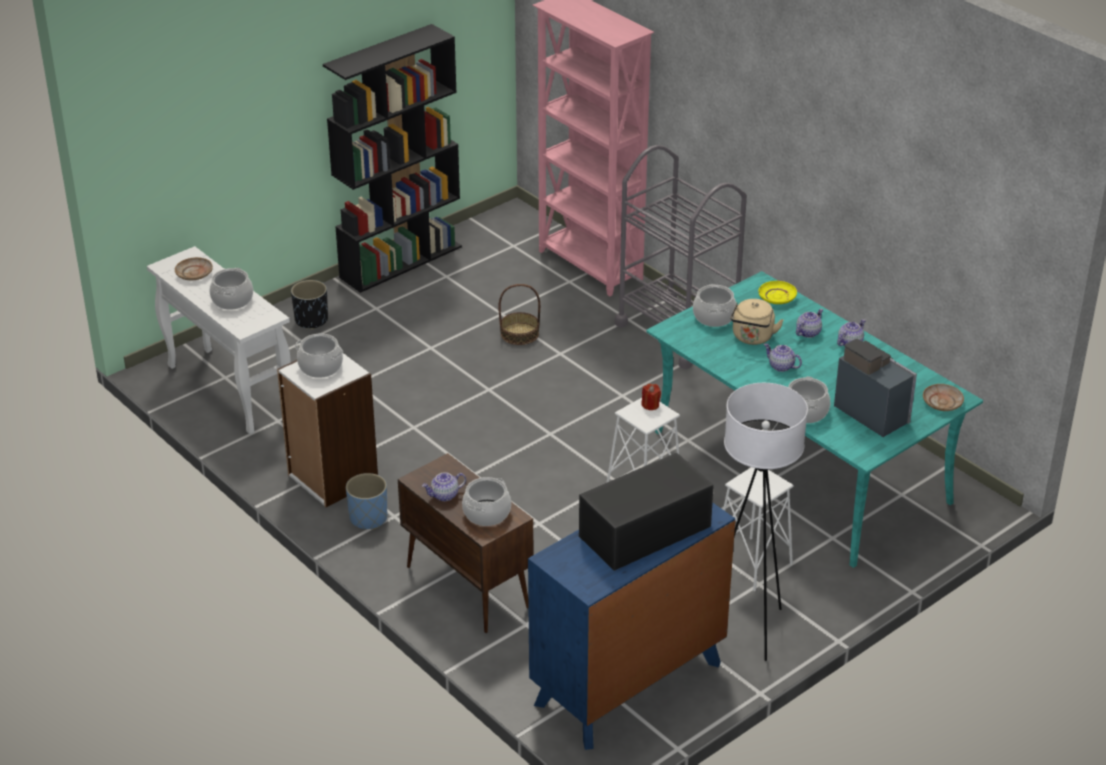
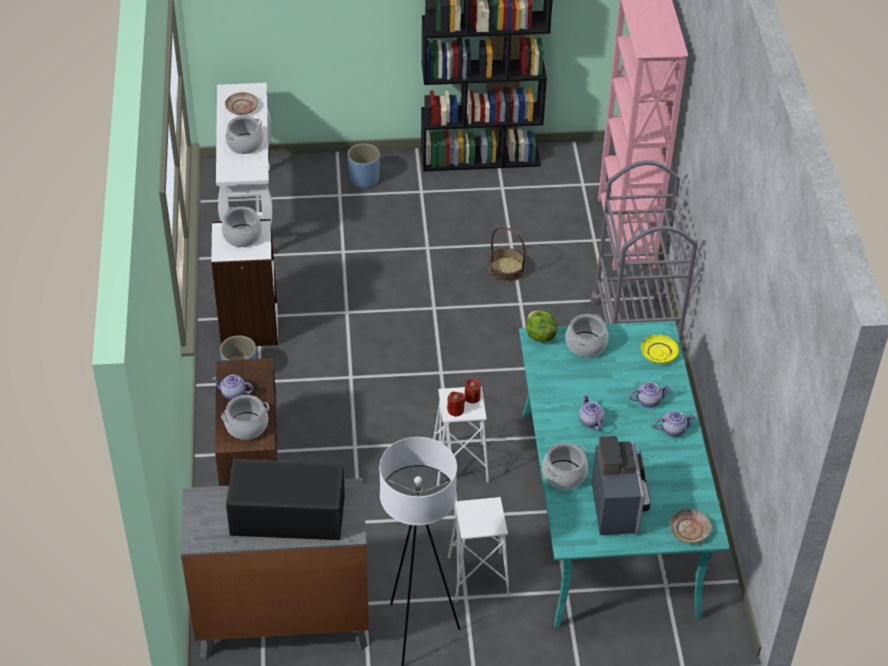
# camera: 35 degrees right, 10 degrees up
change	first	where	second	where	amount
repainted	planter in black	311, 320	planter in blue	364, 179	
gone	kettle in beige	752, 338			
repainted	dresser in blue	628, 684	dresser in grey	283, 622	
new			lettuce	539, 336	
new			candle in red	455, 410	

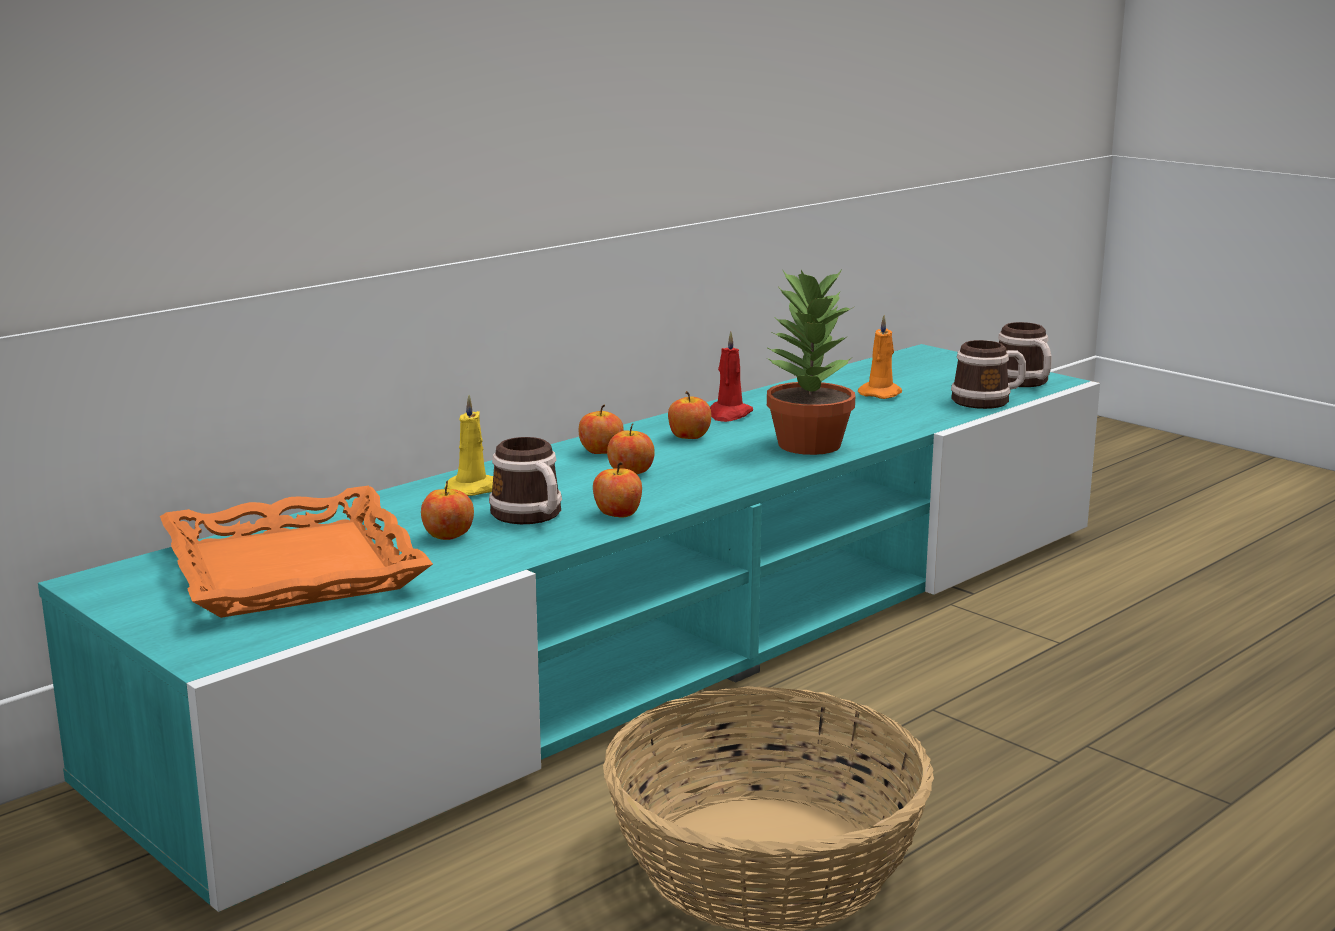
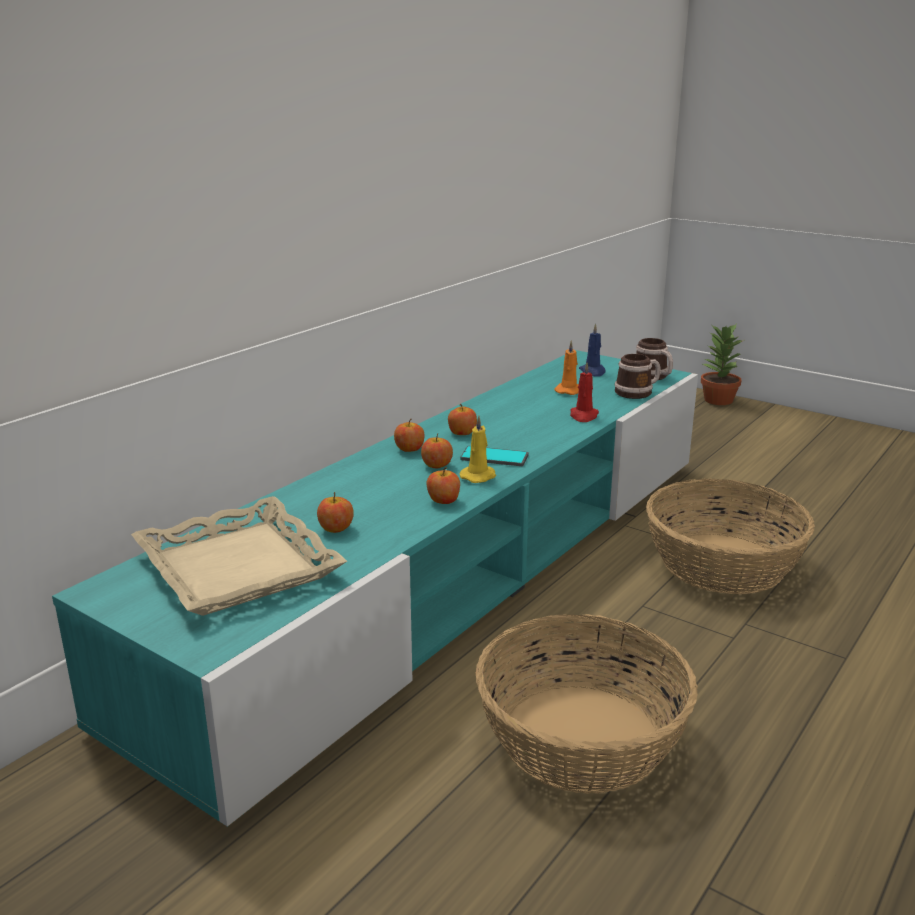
# camera: 10 degrees left, 5 degrees up
change	first	where	second	where	amount
shifted	potted plant	807, 445		717, 400	
shifted	candle in red	728, 415		583, 416	
shifted	candle in yellow	475, 489		479, 476	
gone	mug	531, 516			
repainted	tray in orange	296, 569	tray in beige	240, 567	
new			candle in blue	593, 372	
new			phone	494, 457	
new			basket	721, 563	

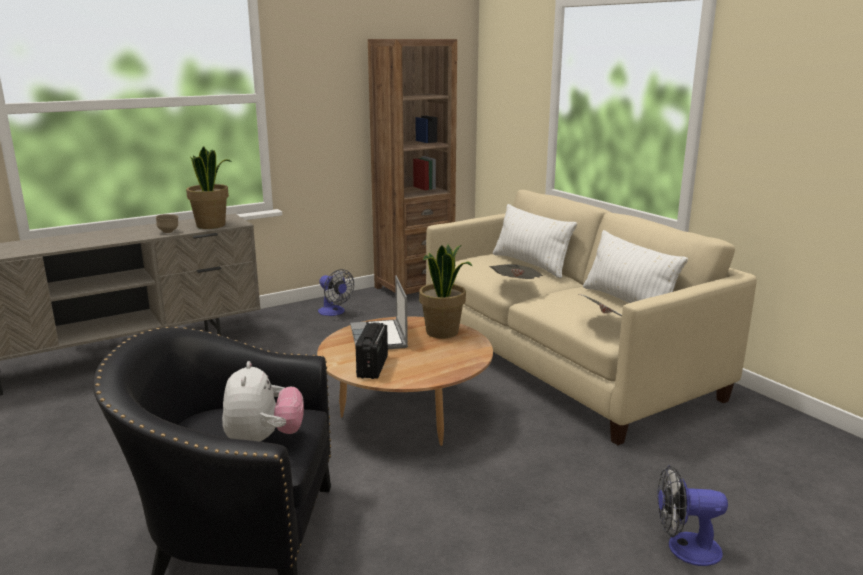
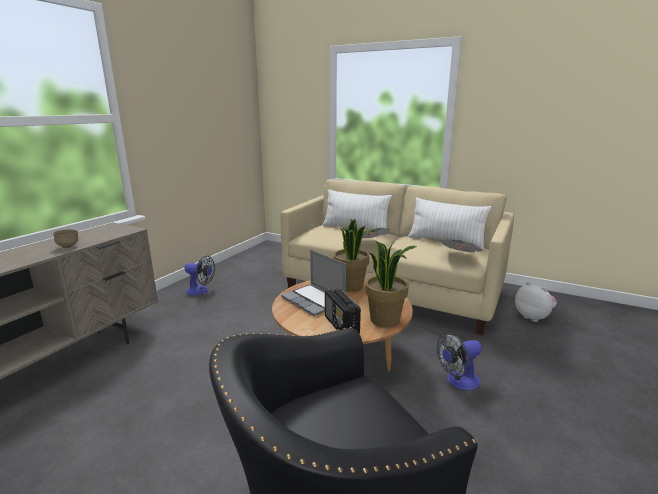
# camera: 30 degrees left, 0 degrees up
change	first	where	second	where	amount
gone	bookcase in brown	414, 289			
shifted	potted plant	211, 225		385, 320	
shifted	plush toy	264, 440		533, 317	
shifted	fan	684, 548		458, 381	

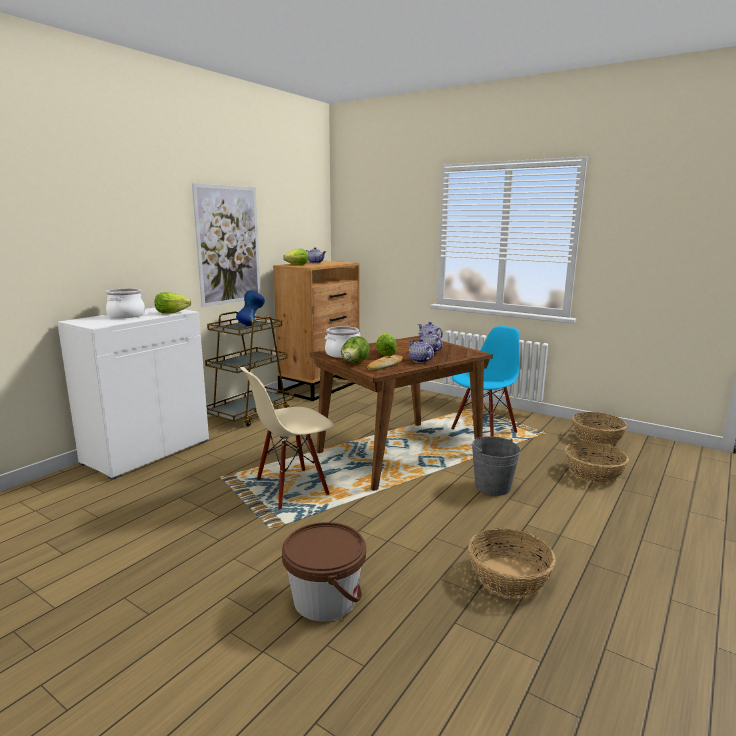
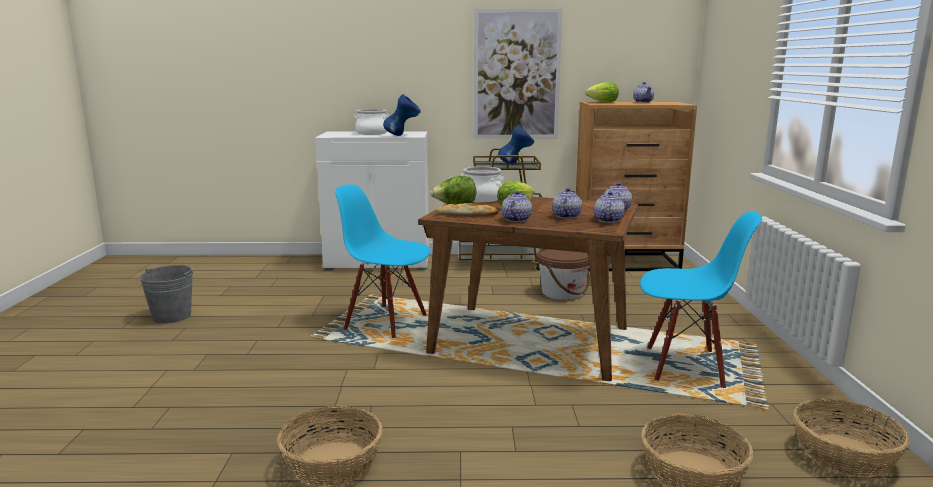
# camera: 55 degrees right, 0 degrees up
change	first	where	second	where	amount
swapped	lettuce	171, 313	vase in blue	402, 135	
repainted	chair in beige	291, 488	chair in blue	386, 322	
shifted	bucket in grey	492, 487		172, 316	
shifted	bucket in brown	325, 599		562, 293	
new			teapot	608, 220	

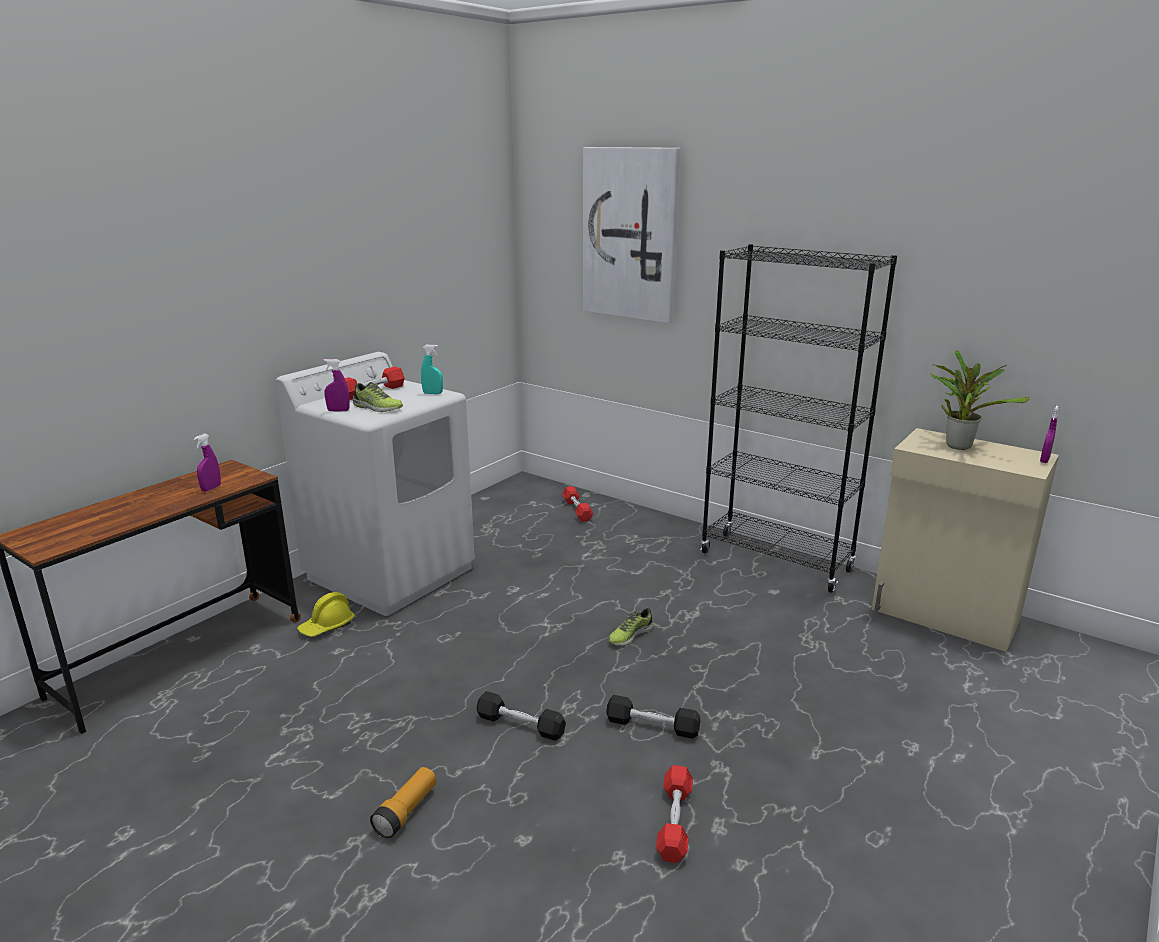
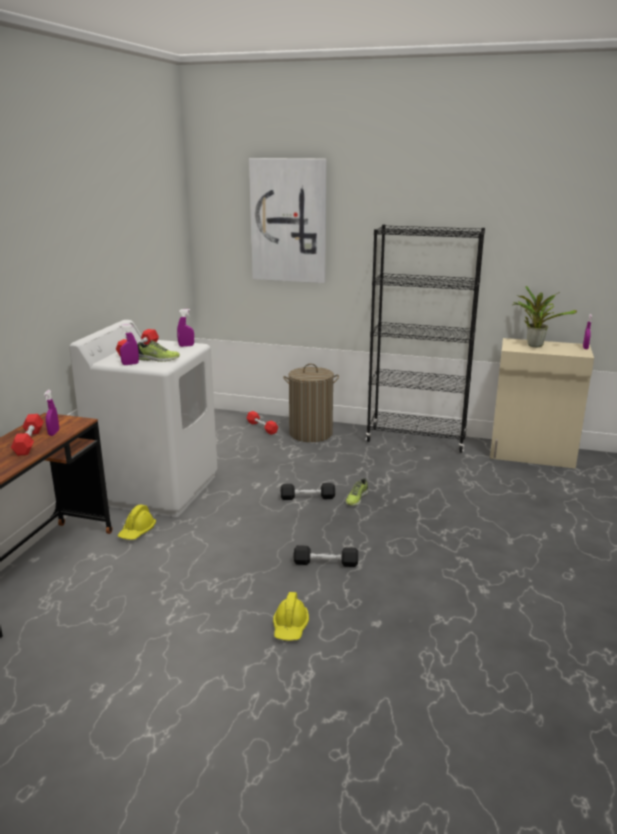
# camera: 20 degrees left, 0 degrees up
change	first	where	second	where	amount
repainted	spray bottle in turquoise	432, 393	spray bottle in purple	186, 346	
shifted	dumbbell in black	652, 726		307, 497	
shifted	dumbbell in red	674, 822		29, 442	
swapped	flashlight	406, 811	hard hat in yellow	290, 626	
new			laundry basket	311, 433	

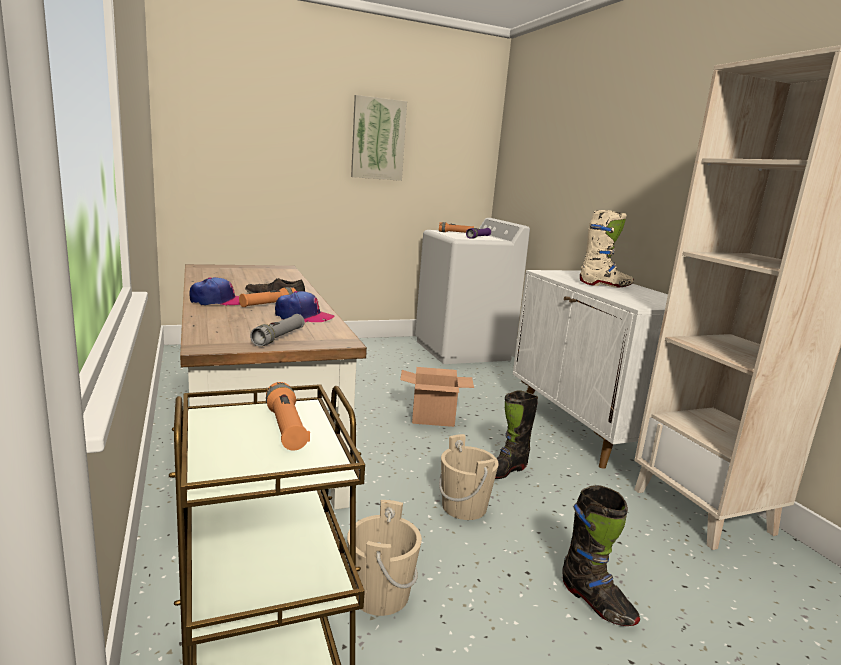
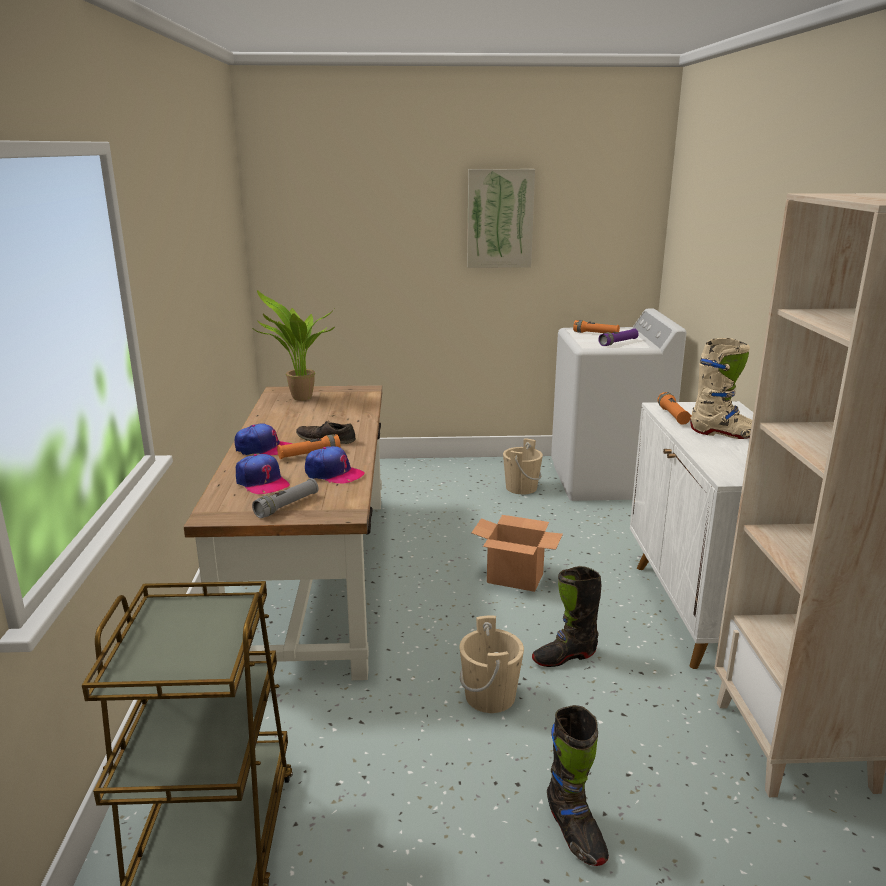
# camera: 20 degrees right, 5 degrees up
change	first	where	second	where	amount
shifted	flashlight in orange	286, 428		673, 416	
shifted	bucket in beige	380, 594		521, 488	
new			potted plant	299, 399	
new			cap	262, 482	

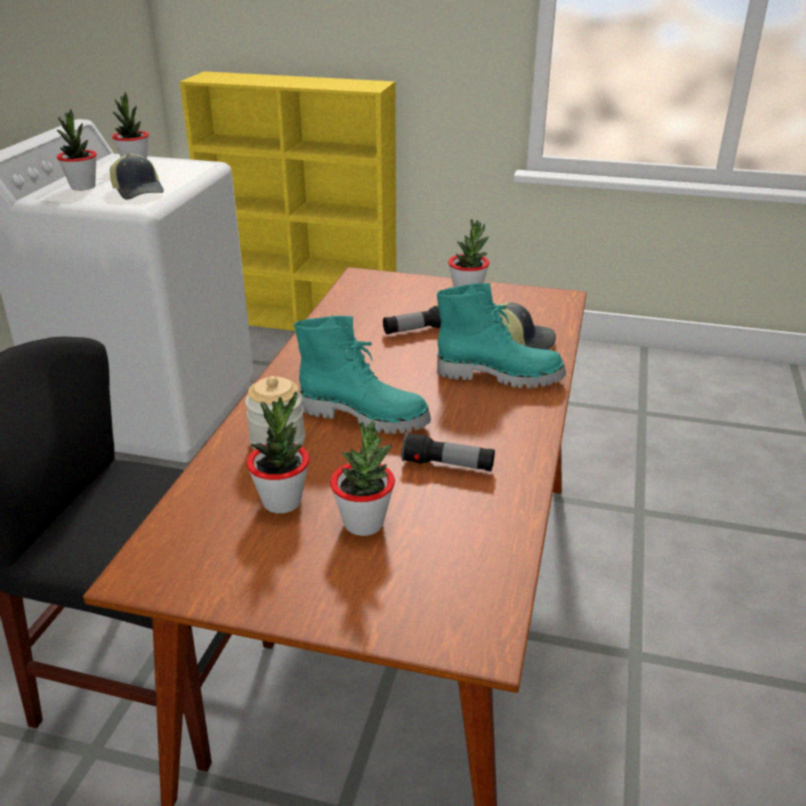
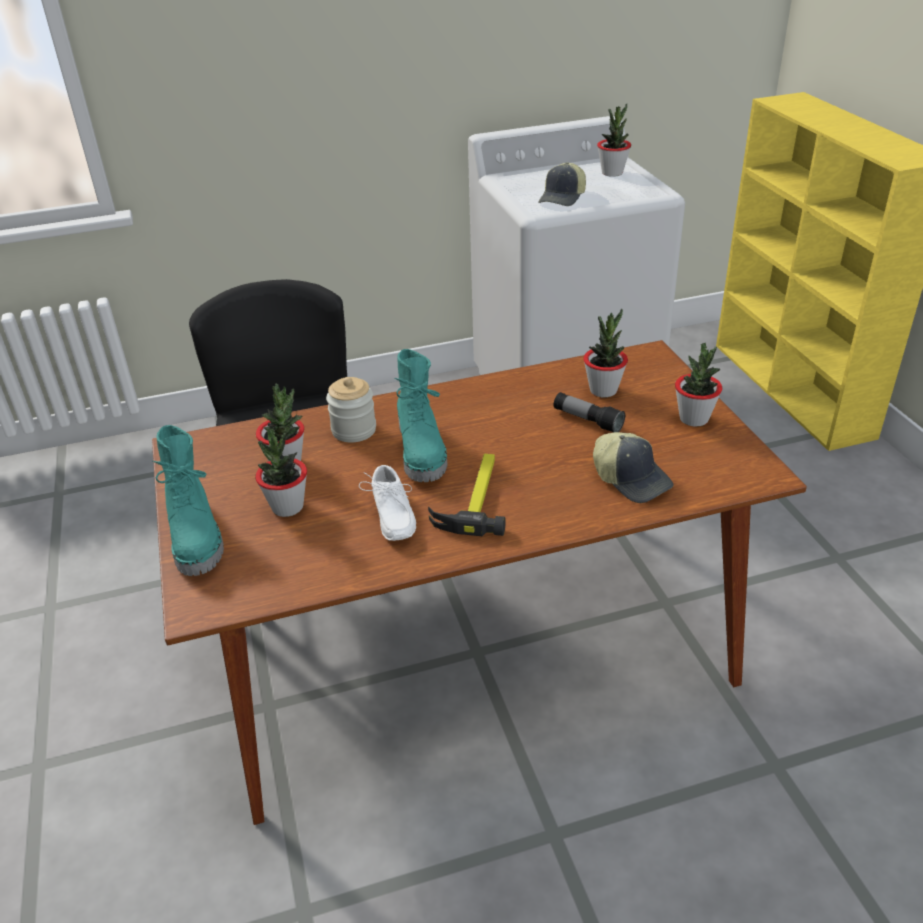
# camera: 60 degrees right, 5 degrees up
change	first	where	second	where	amount
shifted	potted plant	83, 187		603, 390	
shifted	boot in turquoise	499, 375		197, 537	
swapped	flashlight	447, 465	shoe in white	390, 516	
new			hammer	474, 498	

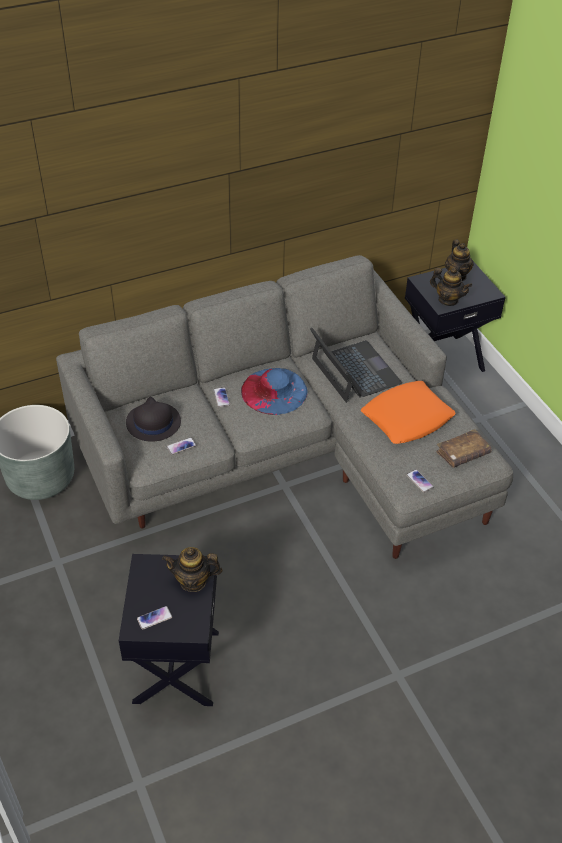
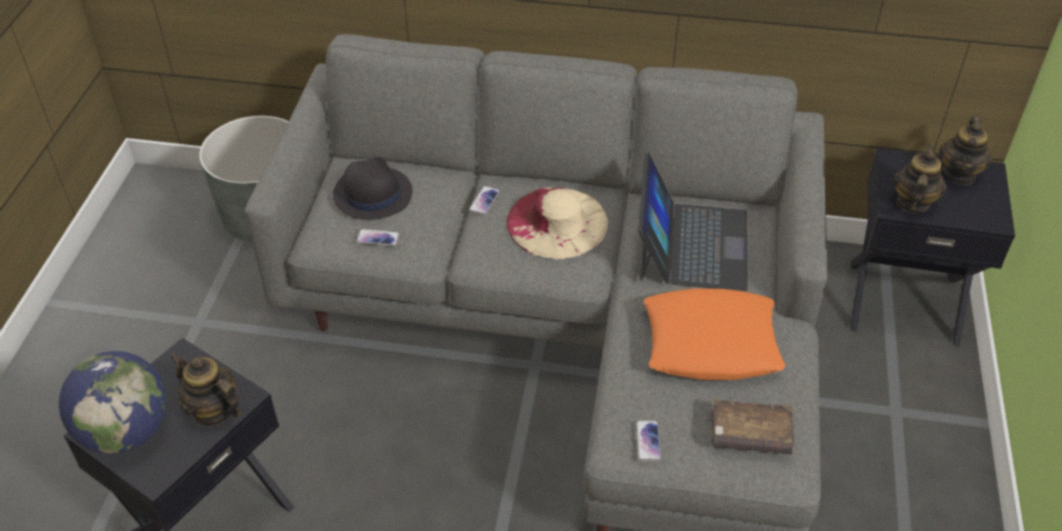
# camera: 35 degrees right, 0 degrees up
change	first	where	second	where	amount
rotated	teapot	448, 300		912, 203	135 degrees counterclockwise
repainted	hat in blue	274, 391	hat in beige	557, 222	
swapped	phone	154, 618	globe	126, 431	

